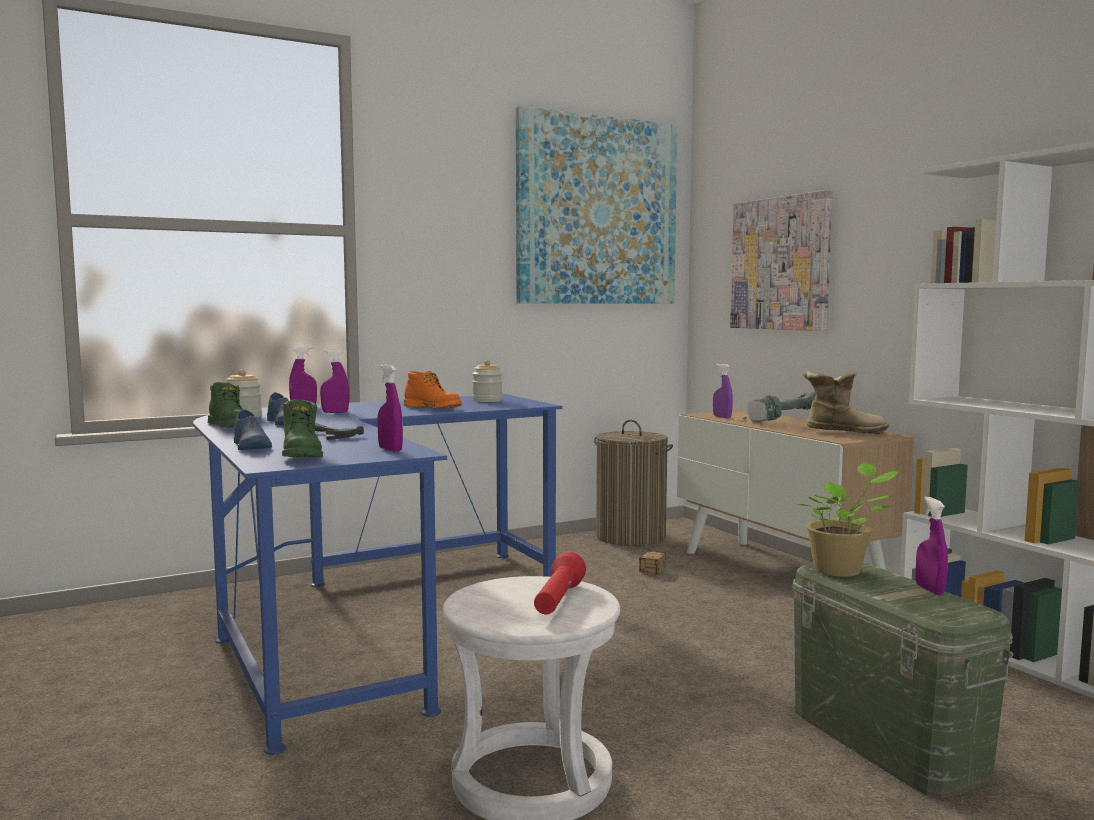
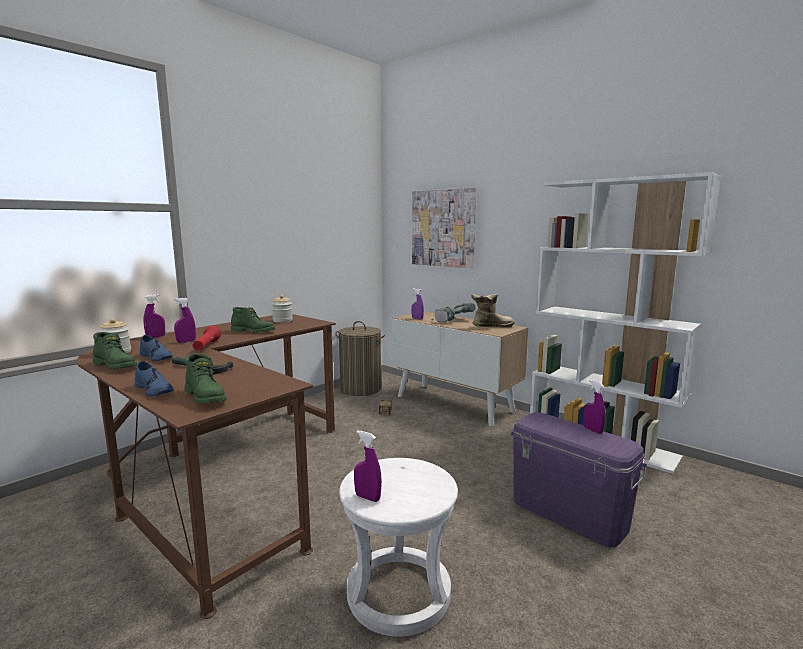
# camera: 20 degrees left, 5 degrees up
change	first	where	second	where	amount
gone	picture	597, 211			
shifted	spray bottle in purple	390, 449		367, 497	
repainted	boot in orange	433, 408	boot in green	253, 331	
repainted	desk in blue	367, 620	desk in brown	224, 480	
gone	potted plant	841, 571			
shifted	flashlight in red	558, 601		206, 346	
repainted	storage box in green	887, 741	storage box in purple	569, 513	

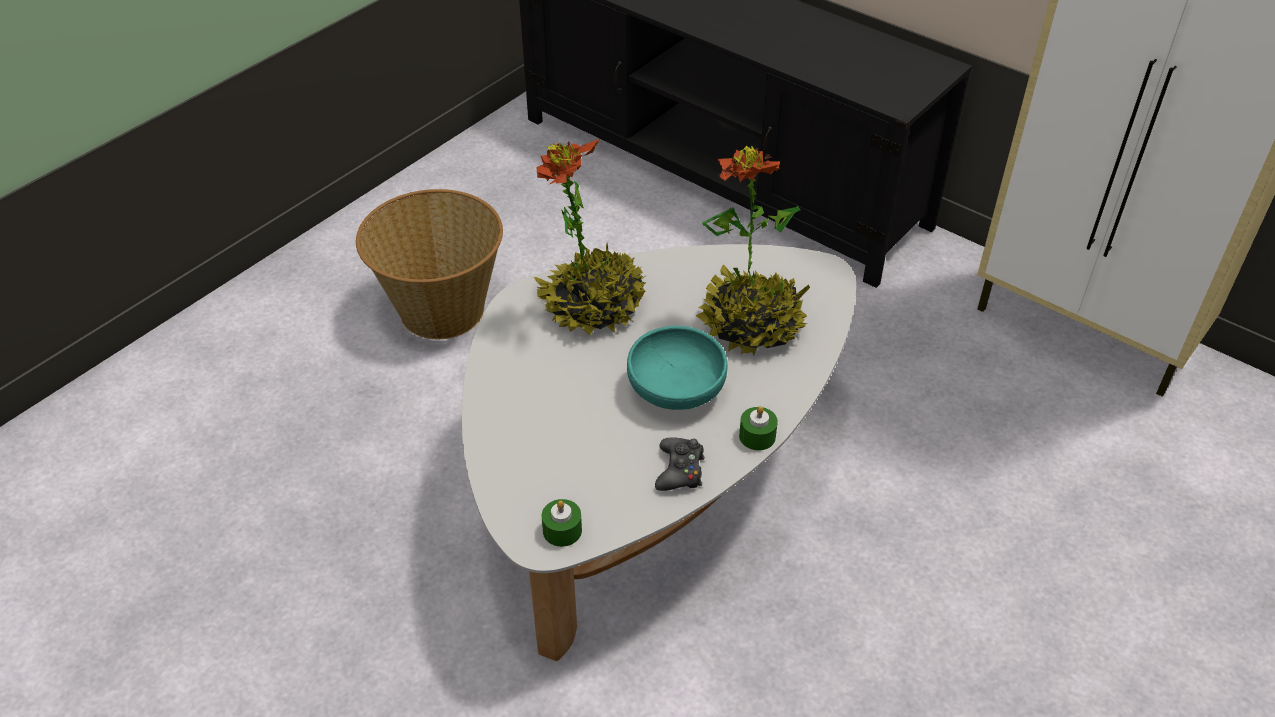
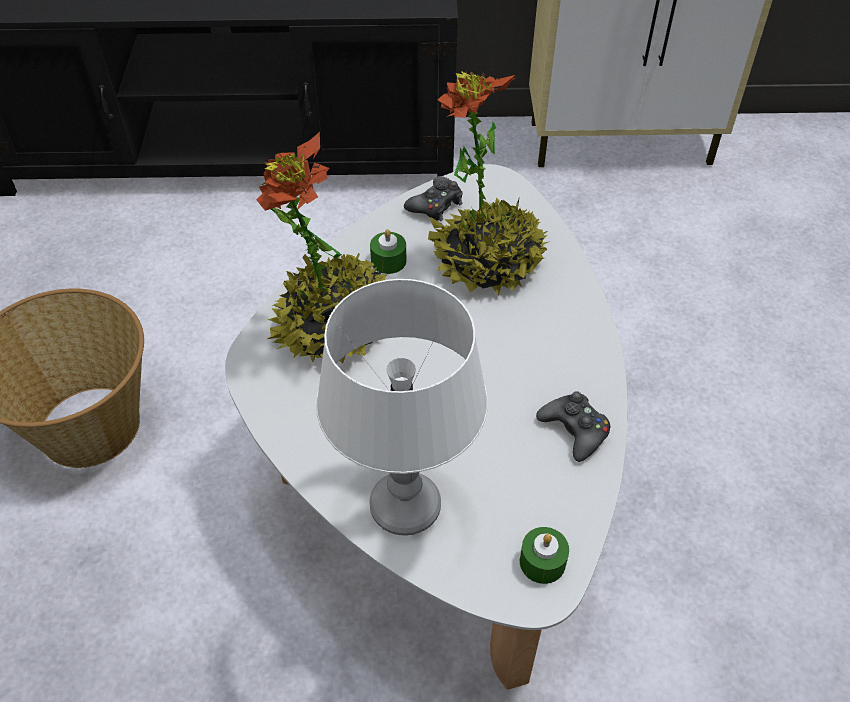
# camera: 40 degrees left, 5 degrees up
change	first	where	second	where	amount
gone	bowl in turquoise	676, 388			
shifted	candle in green	757, 436		388, 261	
new			game controller in black	435, 205	
new			table lamp in white	404, 507	

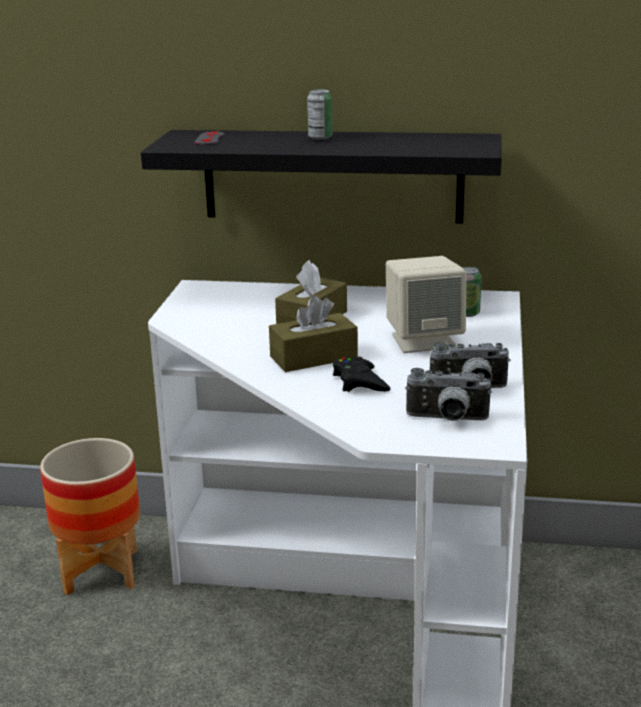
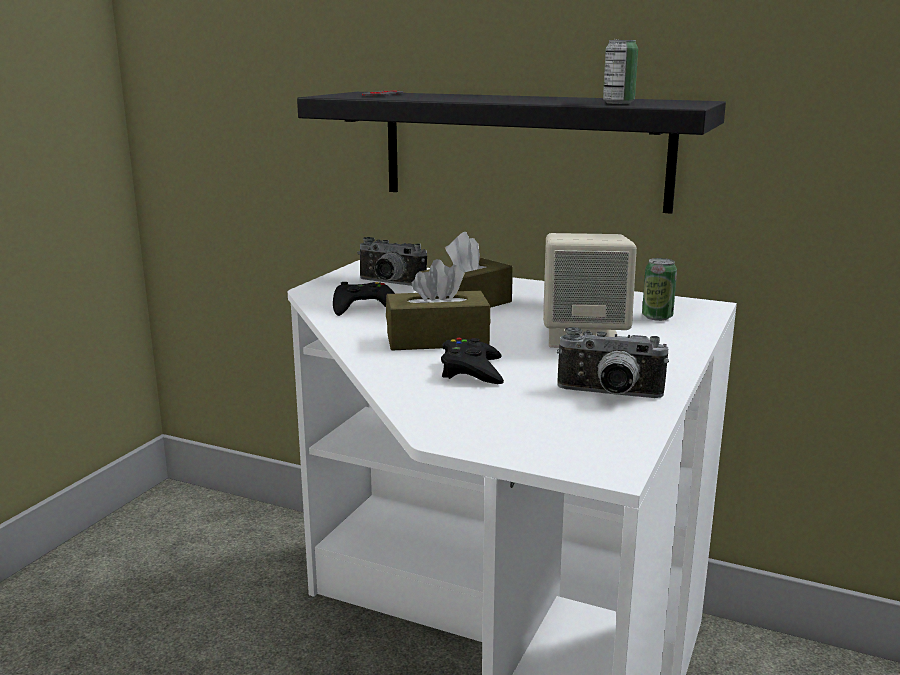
# camera: 15 degrees right, 5 degrees down
change	first	where	second	where	amount
shifted	can	320, 138		618, 103	
shifted	photo camera	447, 420		389, 284	
gone	planter	101, 571			
new			game controller in black	364, 307	

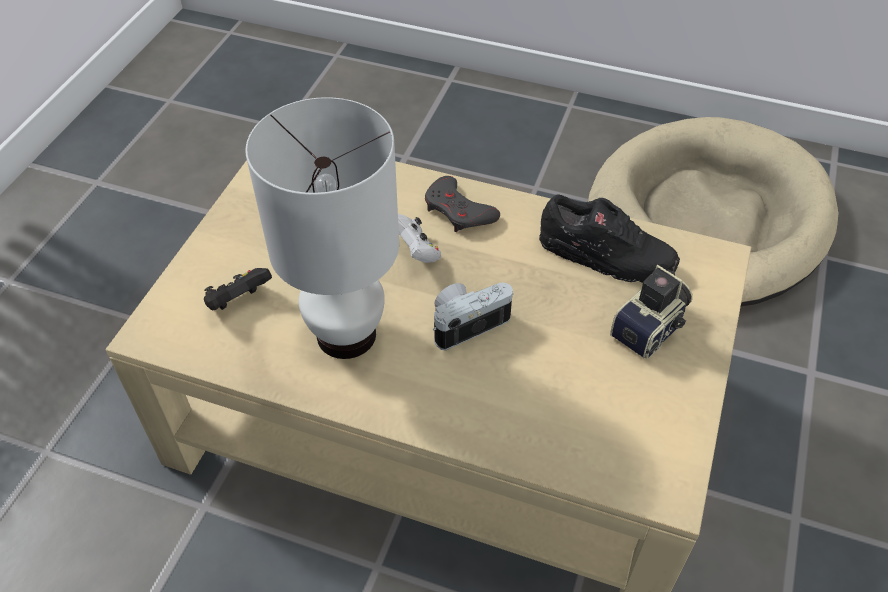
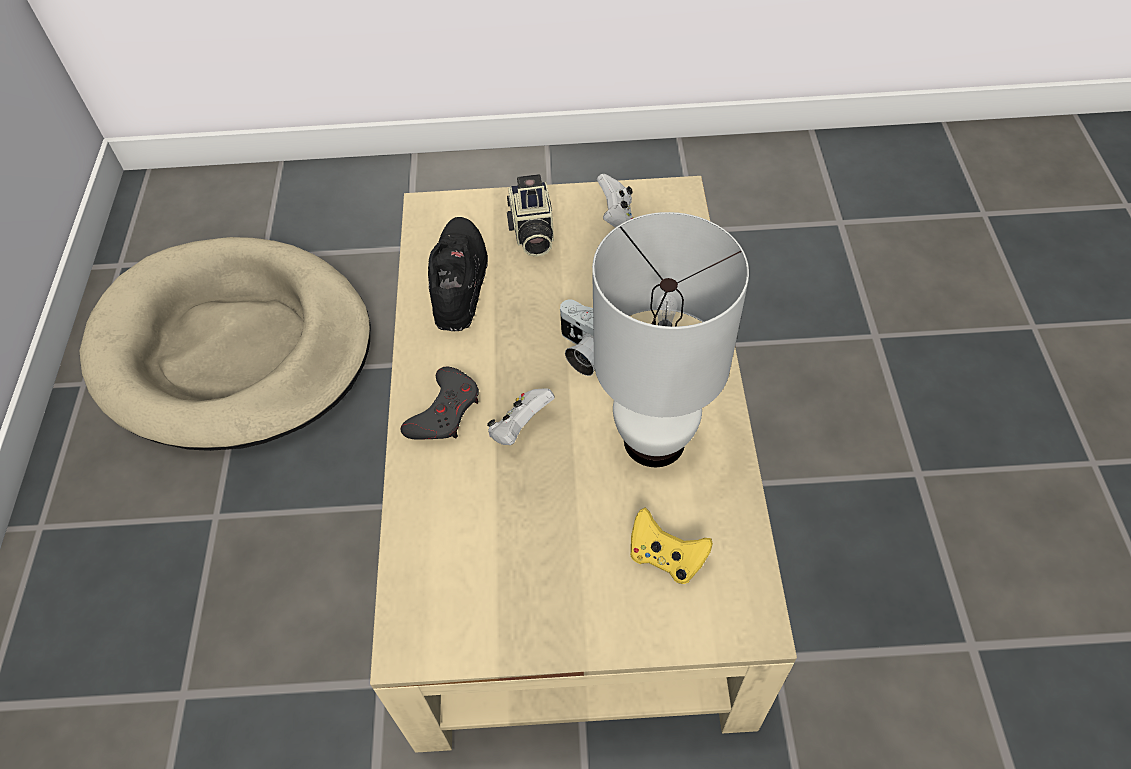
# camera: 110 degrees left, 5 degrees up
change	first	where	second	where	amount
rotated	photo camera	652, 329		531, 233	120 degrees counterclockwise
repainted	game controller in black	239, 301	game controller in yellow	666, 557	
new			game controller in white	617, 217	

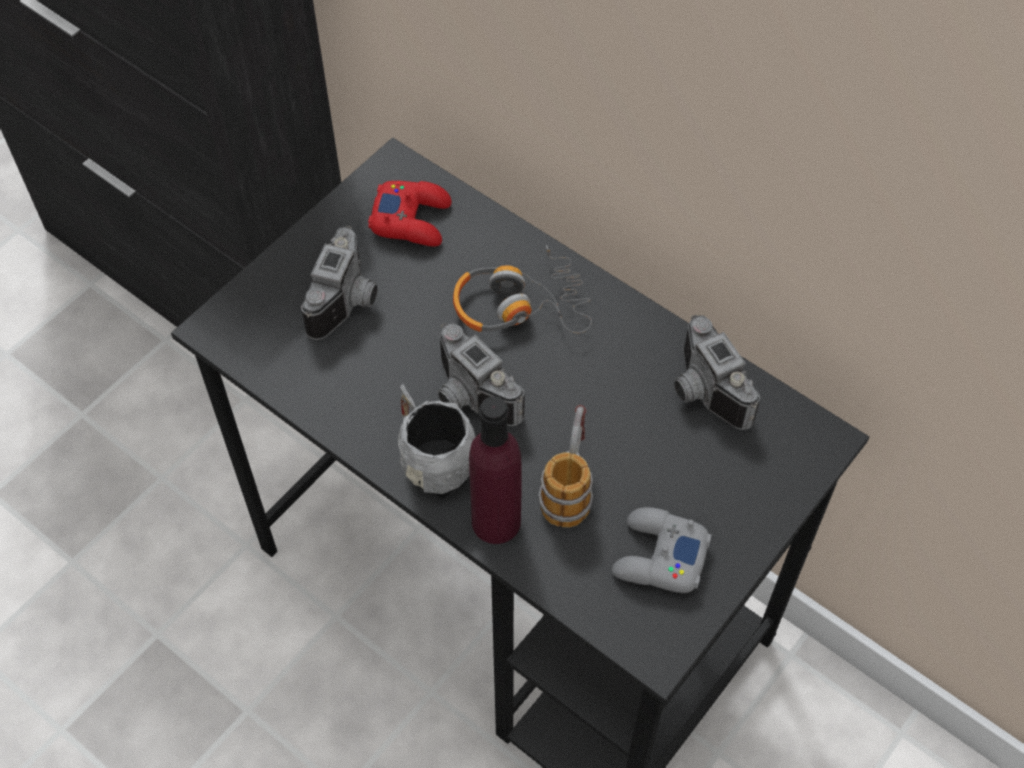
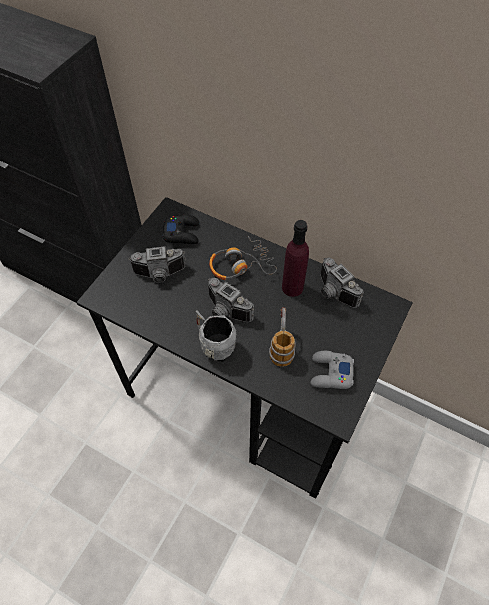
# camera: 10 degrees left, 0 degrees up
change	first	where	second	where	amount
repainted	game controller in red	412, 219	game controller in black	182, 233	
rotated	photo camera	349, 301		160, 275	75 degrees clockwise
shifted	bottle in purple	496, 521		292, 287	

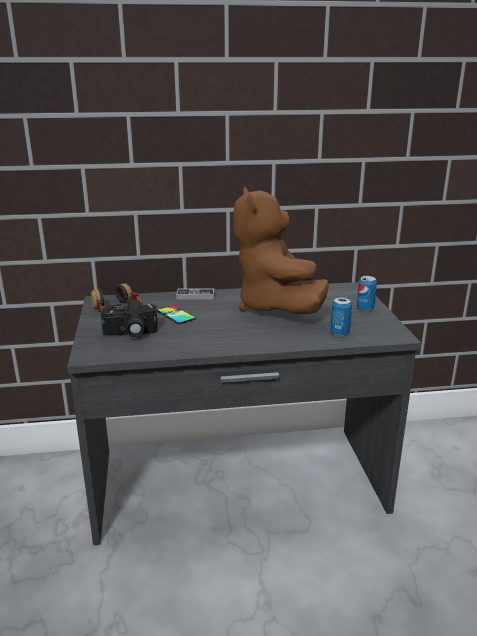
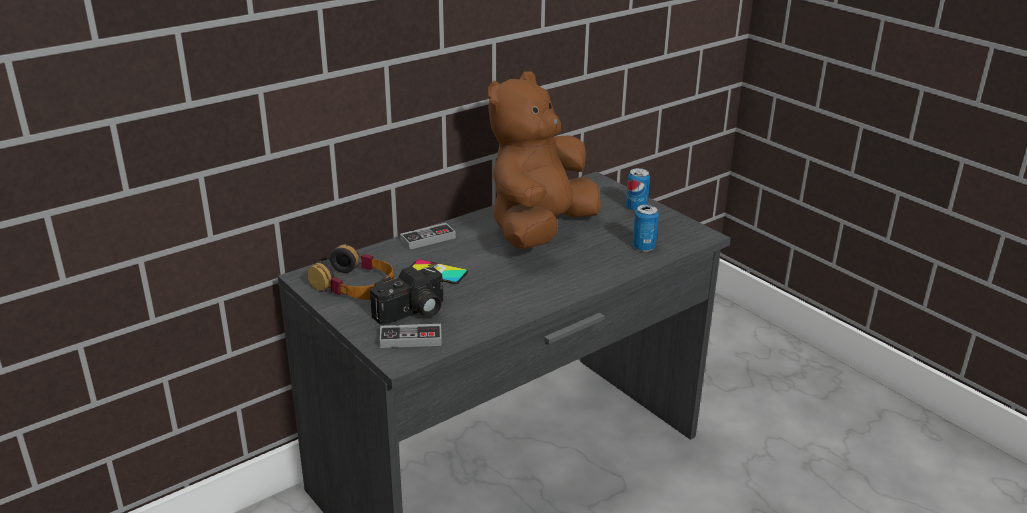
# camera: 30 degrees left, 5 degrees up
change	first	where	second	where	amount
rotated	plush toy in brown	275, 307		540, 231	75 degrees clockwise
new			game controller	410, 339	

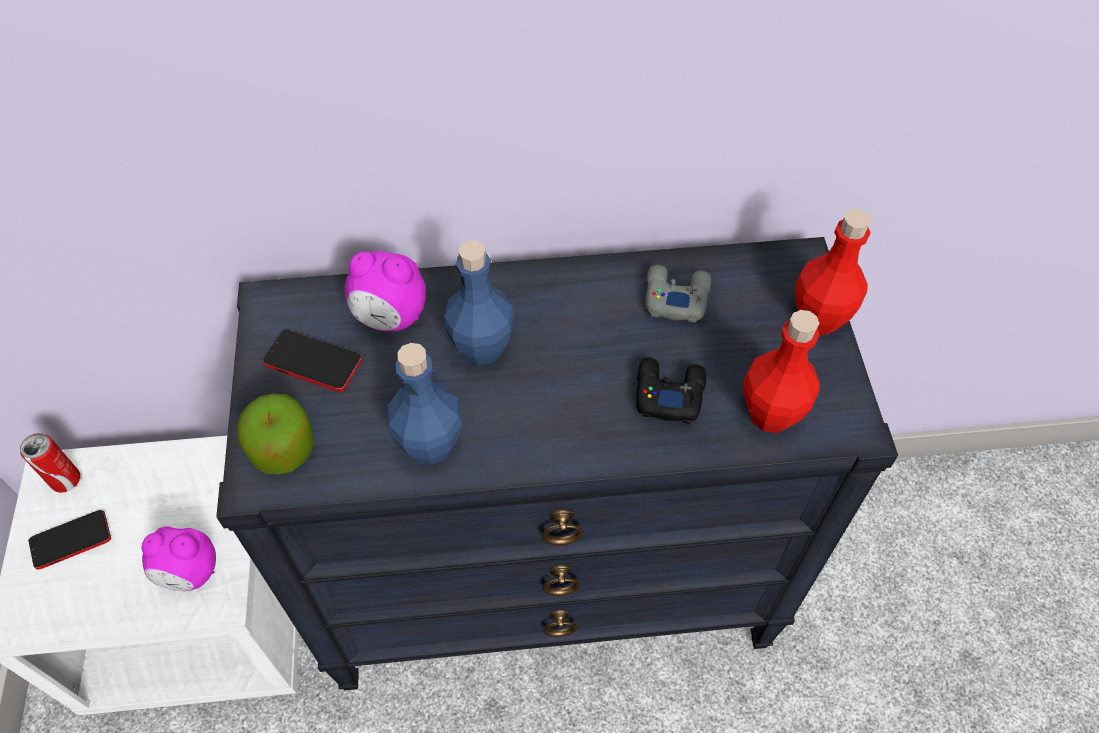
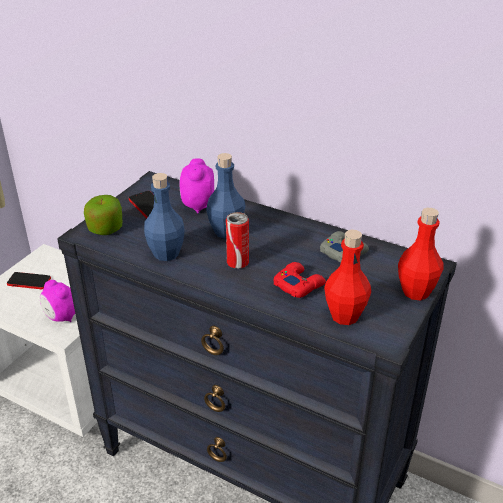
# camera: 35 degrees right, 20 degrees down
change	first	where	second	where	amount
rotated	alarm clock	390, 318		197, 205	45 degrees clockwise
repainted	game controller in black	668, 393	game controller in red	298, 284	
shifted	can	66, 480		237, 263	

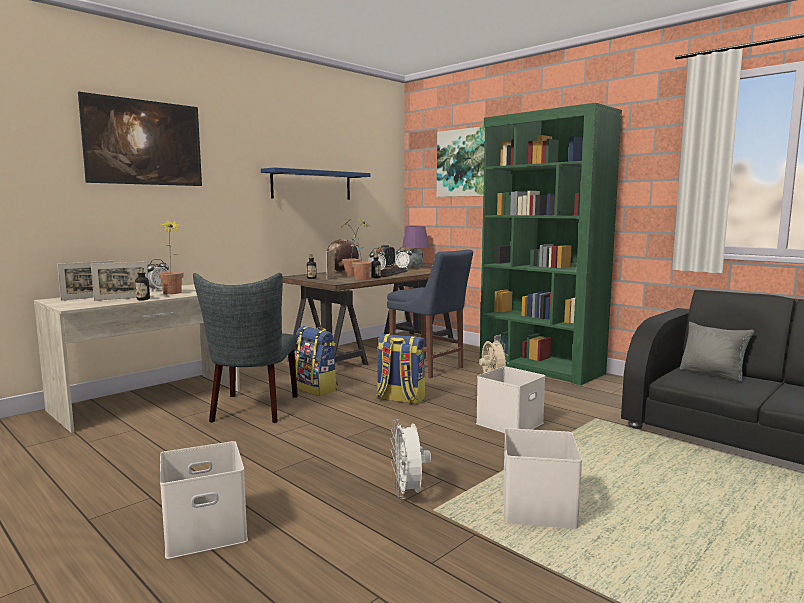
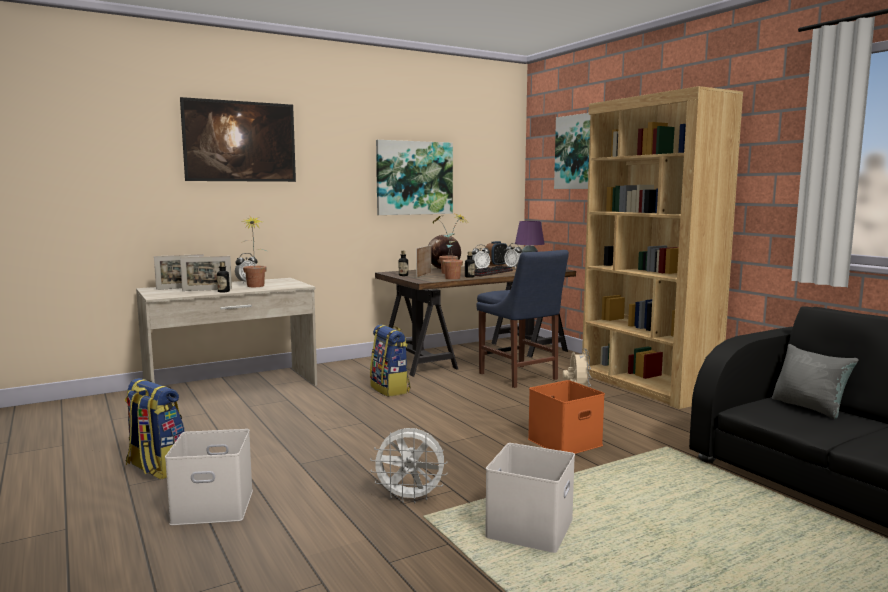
# camera: 15 degrees right, 0 degrees up
change	first	where	second	where	amount
repainted	bookcase in green	540, 367	bookcase in brown	646, 386	
swapped	shelf in blue	312, 185	picture	414, 178	
gone	chair in grey	252, 410			
shifted	backpack	400, 399		156, 468	
repainted	storage box in white	510, 424	storage box in orange	564, 443	
rotated	fan in white	408, 493		410, 498	90 degrees counterclockwise

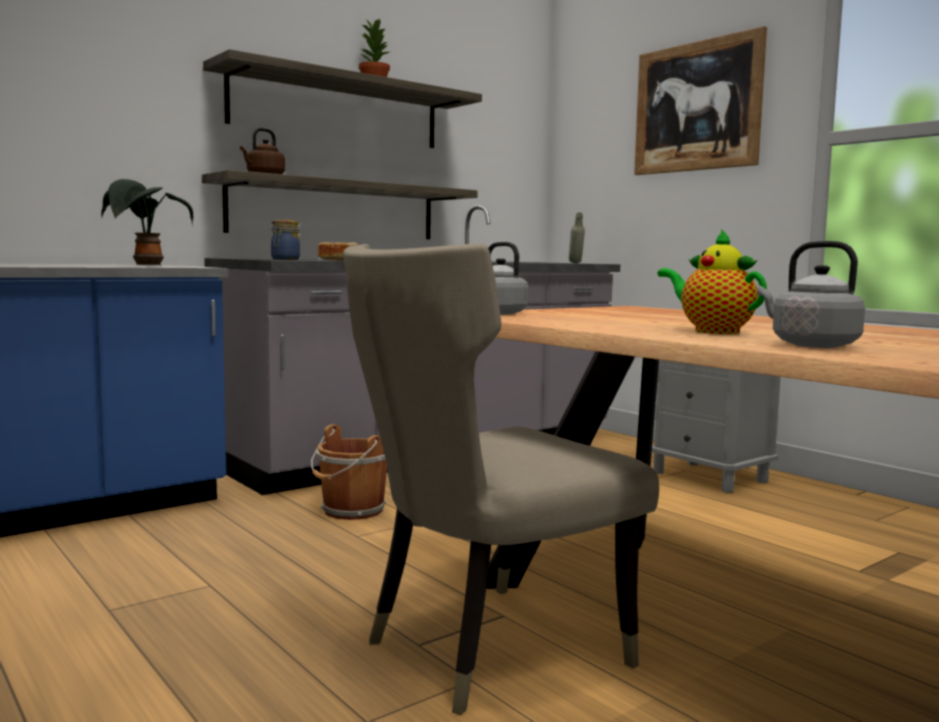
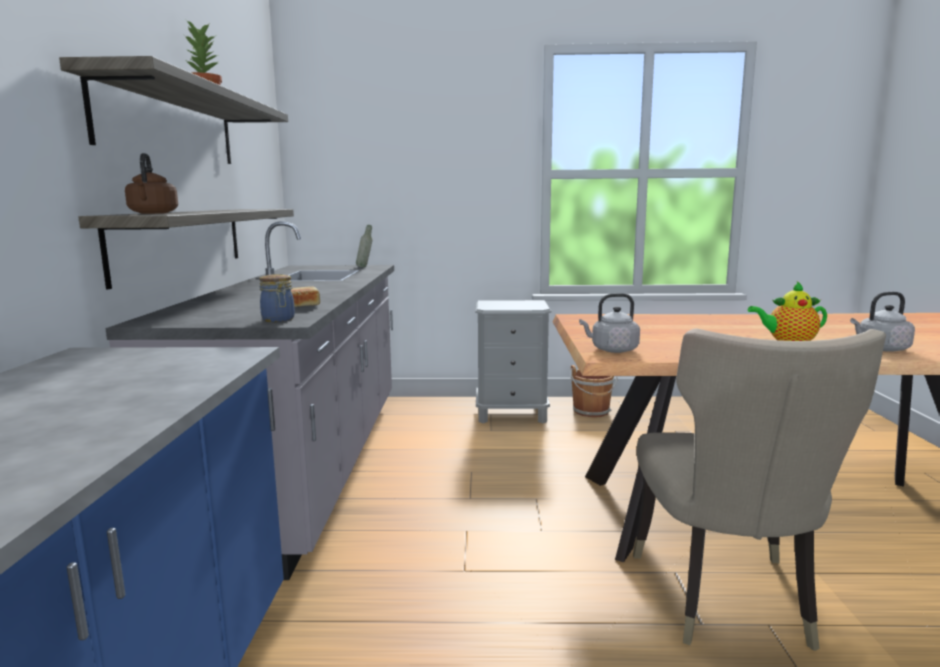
# camera: 50 degrees left, 5 degrees up
change	first	where	second	where	amount
gone	picture	697, 107			
gone	potted plant	147, 266			
shifted	bucket in brown	351, 511		592, 412	

